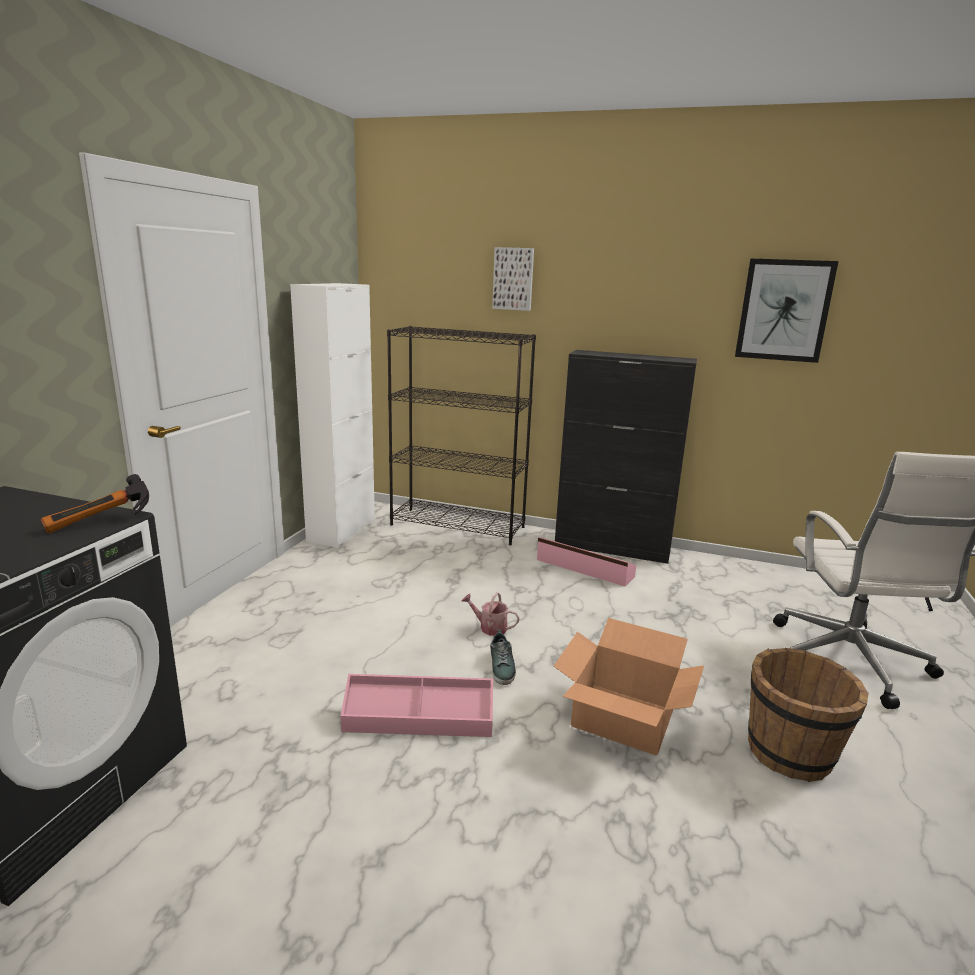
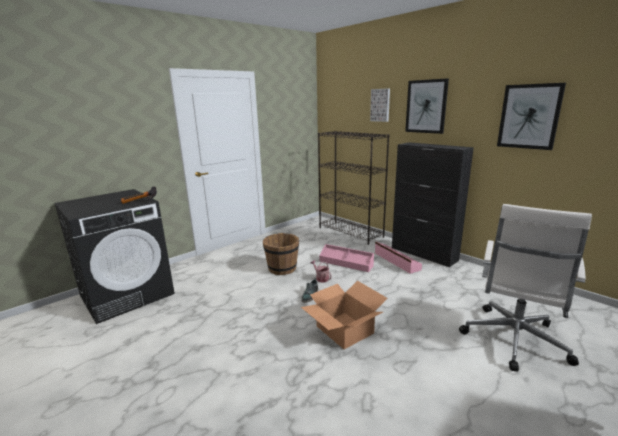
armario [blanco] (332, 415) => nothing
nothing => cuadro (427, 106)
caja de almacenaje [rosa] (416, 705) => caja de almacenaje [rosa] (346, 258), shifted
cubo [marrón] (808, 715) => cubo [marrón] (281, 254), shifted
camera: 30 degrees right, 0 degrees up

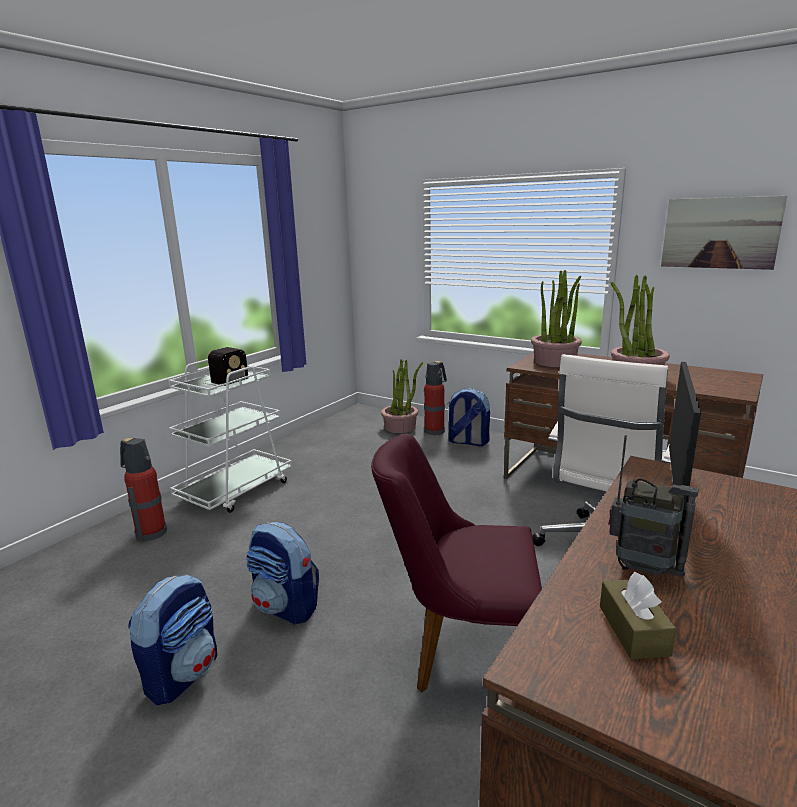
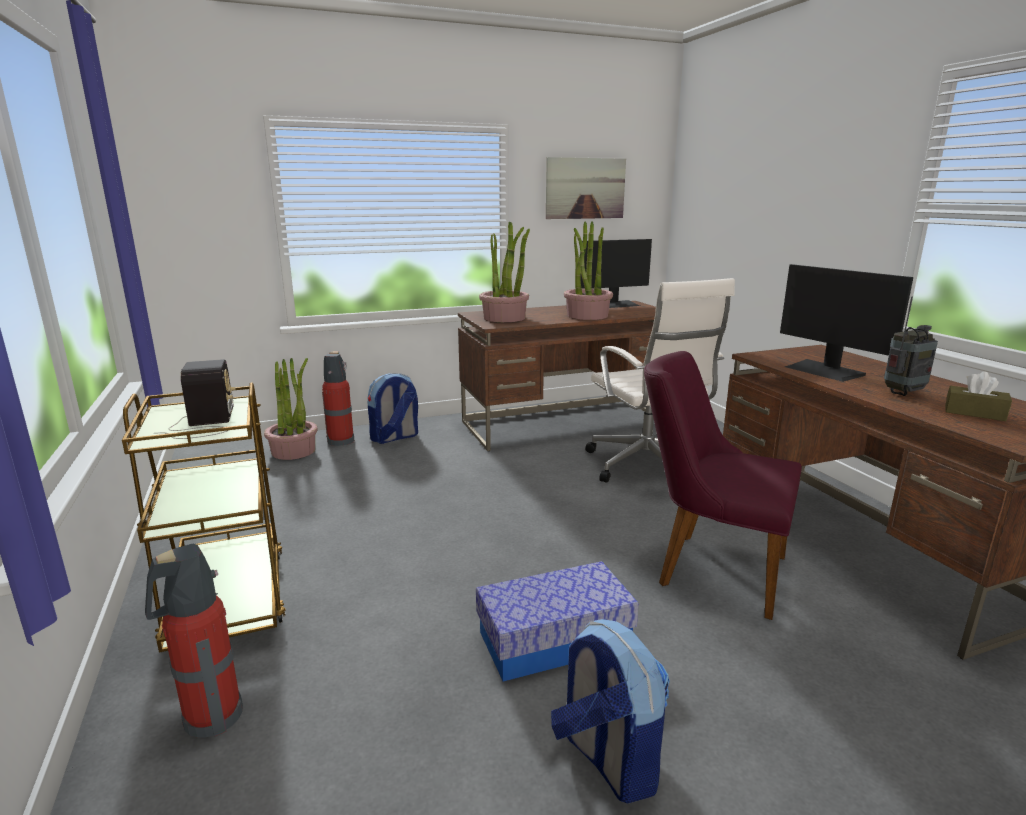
nothing => monitor (616, 273)
mochila (282, 573) => caja de almacenaje (557, 621)
carrito [blanco] (230, 436) => carrito [marrón] (204, 517)
silla [morado] (456, 563) => silla [morado] (723, 485), 75 degrees clockwise
camera: 55 degrees left, 0 degrees up

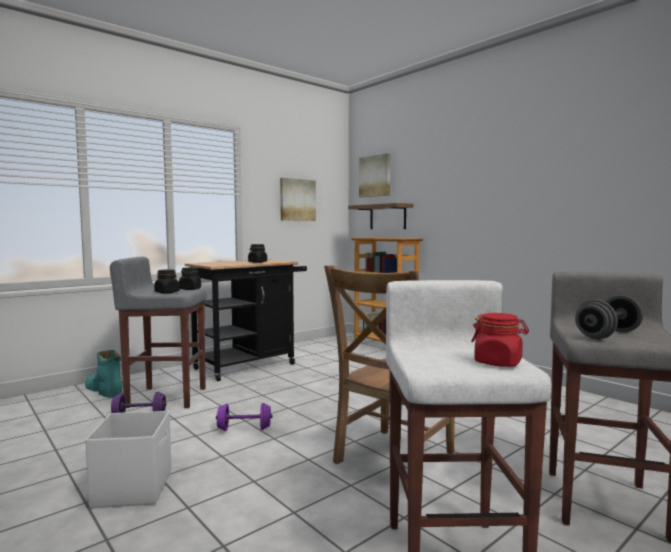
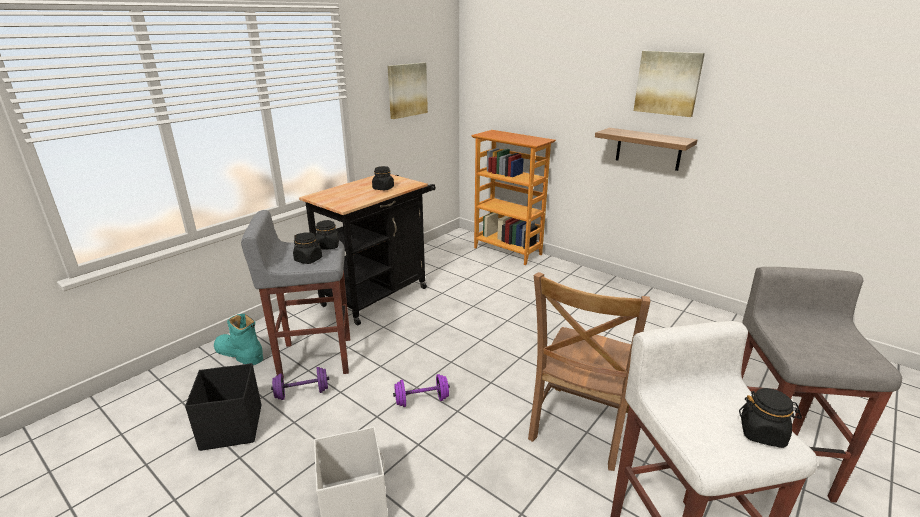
mancuerna [gris] (609, 317) => nothing
nothing => caja de almacenaje [negro] (223, 407)
estante (380, 216) => estante (646, 149), shifted
cuadro (374, 175) => cuadro (669, 84), shifted
tarro [rojo] (500, 340) => tarro [negro] (770, 418)
camera: 10 degrees left, 20 degrees up

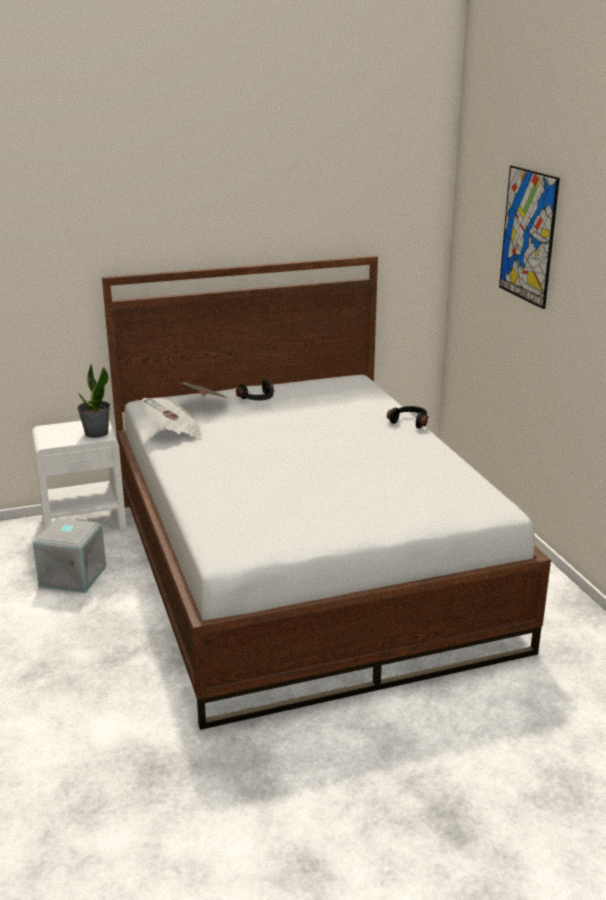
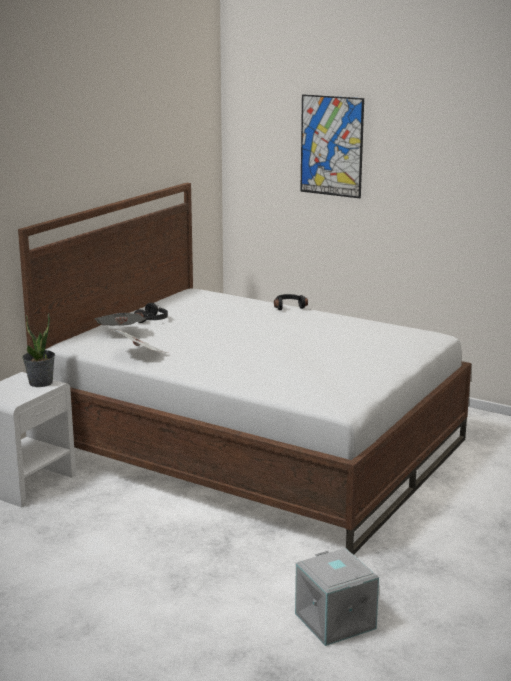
caja de almacenaje [gris] (69, 555) => caja de almacenaje [gris] (337, 597), shifted
camera: 40 degrees left, 5 degrees down

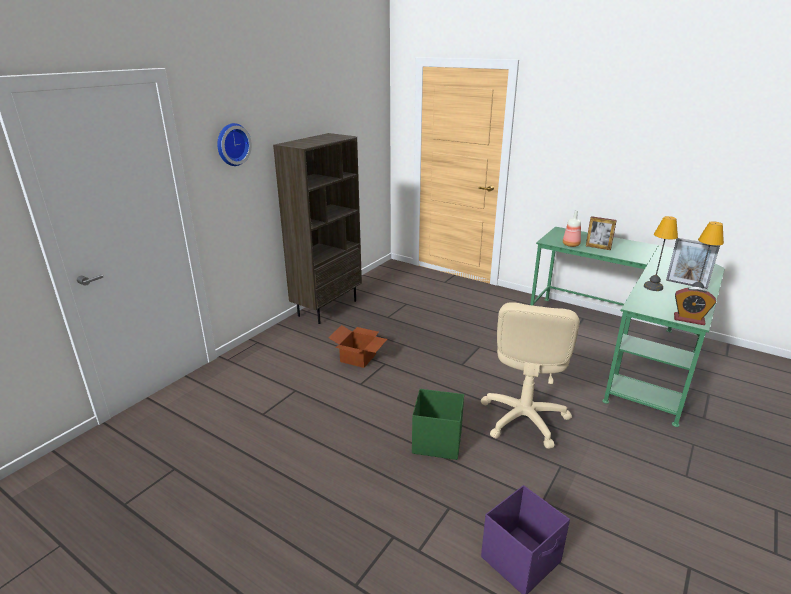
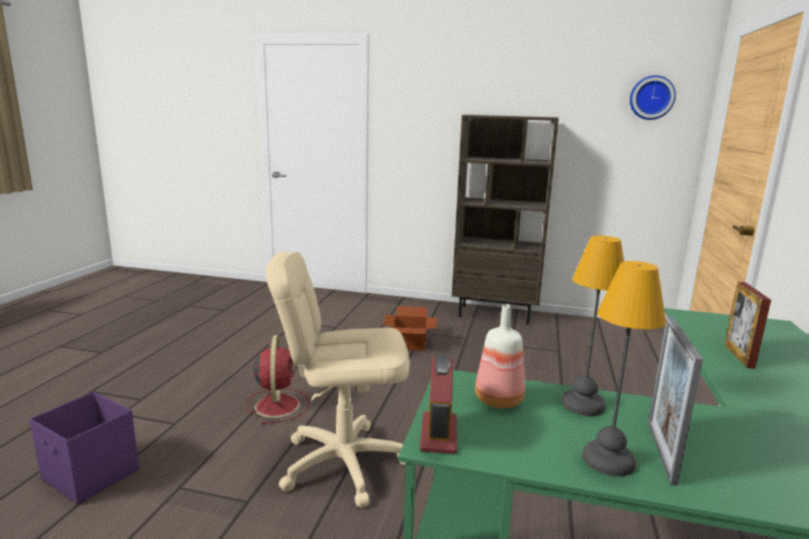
reloj de pared (234, 144) => reloj de pared (653, 97), shifted
botella (572, 228) => botella (500, 357), shifted
caja de almacenaje [verde] (438, 424) => ventilador [rojo] (277, 380)
camera: 70 degrees right, 10 degrees down

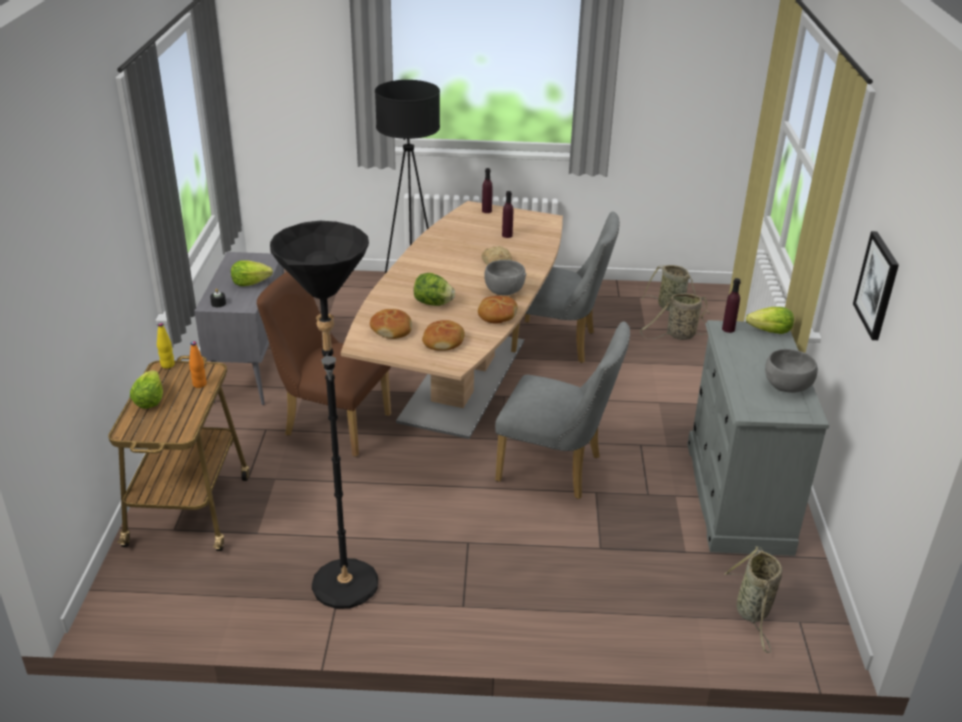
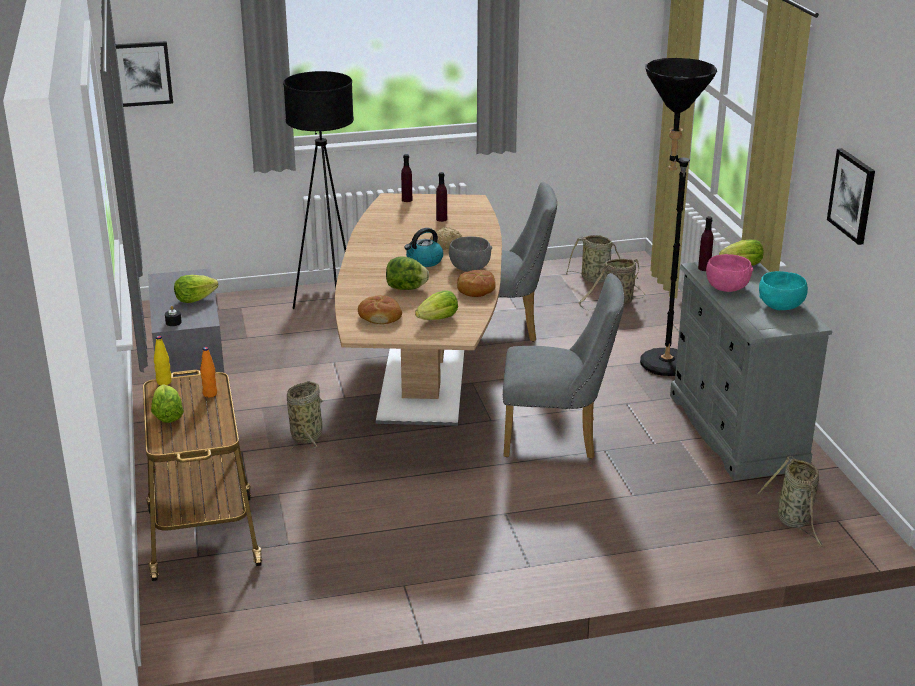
nothing => cuadro (144, 74)
nothing => hervidor (423, 247)
nothing => cuenco [rosa] (729, 273)
lámpara de pie [negro] (324, 415) => lámpara de pie [negro] (678, 217), shifted
silla [marrón] (323, 364) => cesta (304, 417)
pan (443, 335) => lechuga (436, 305)
cuenco [gris] (791, 371) => cuenco [turquesa] (783, 290)
camera: 15 degrees left, 5 degrees down

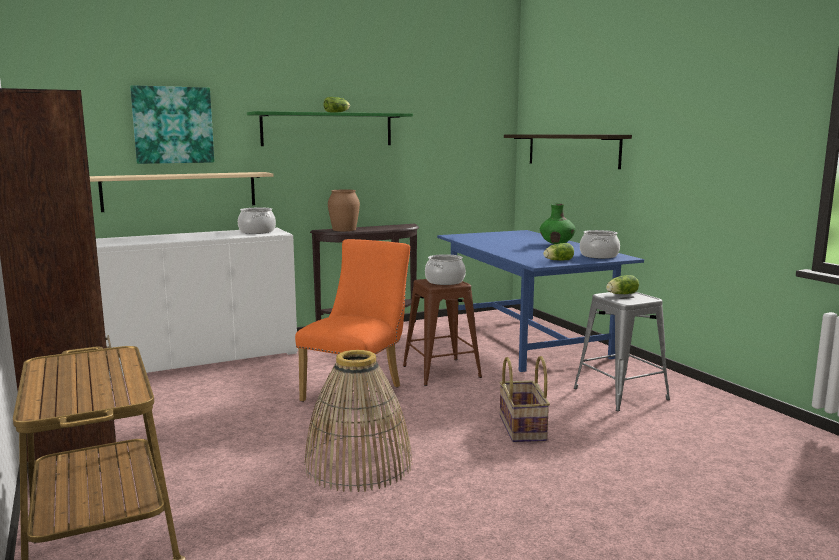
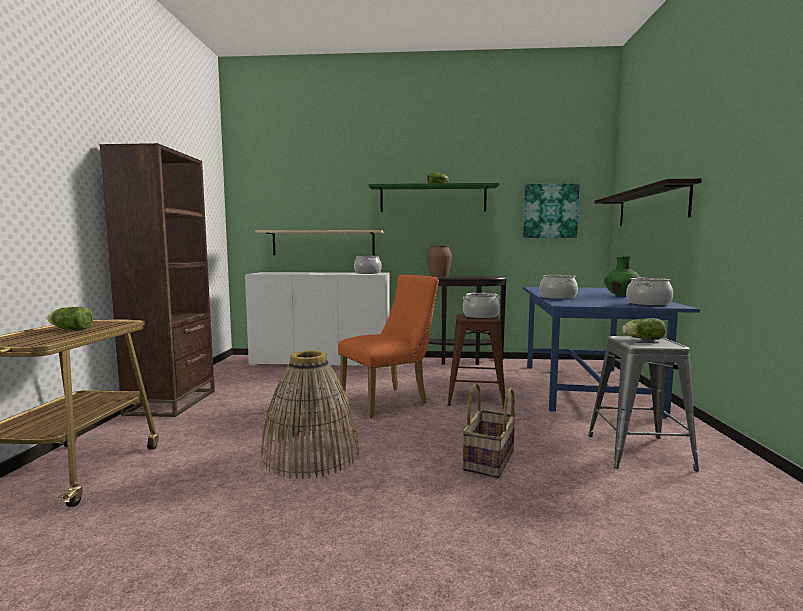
nothing => olla (558, 287)
cuadro (172, 124) => cuadro (551, 211), shifted
lechuga (558, 252) => lechuga (70, 318), shifted
camera: 30 degrees right, 5 degrees down

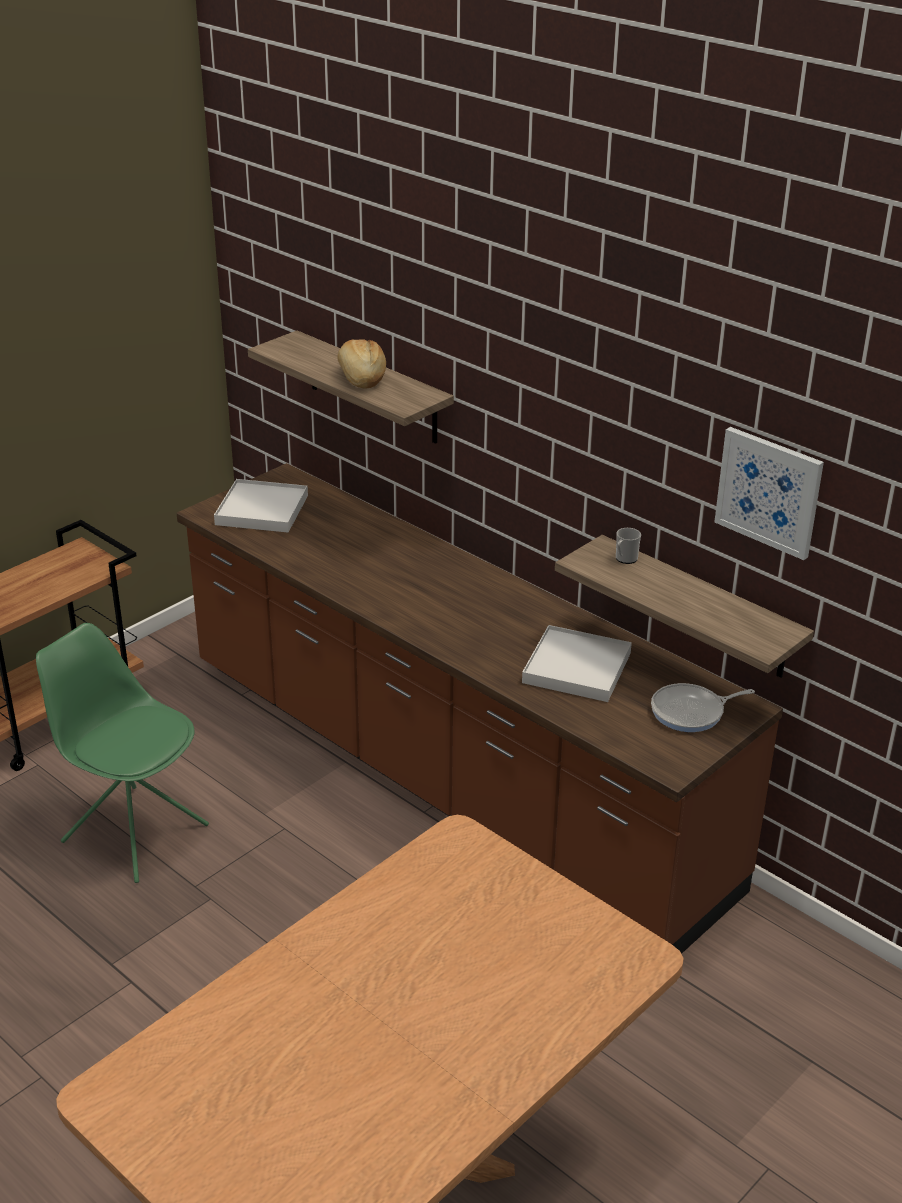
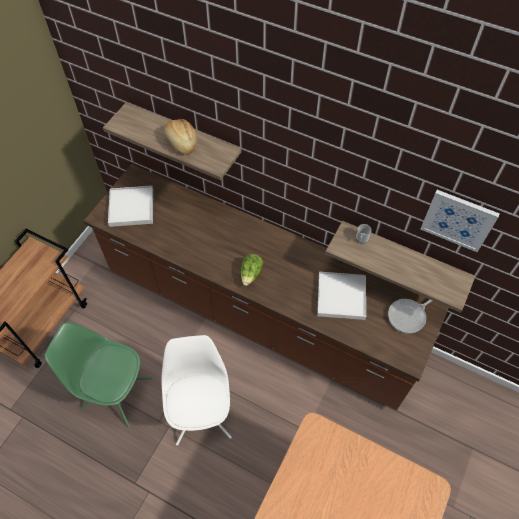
nothing => silla [blanco] (196, 390)
nothing => lechuga (251, 270)
camera: 15 degrees left, 25 degrees up

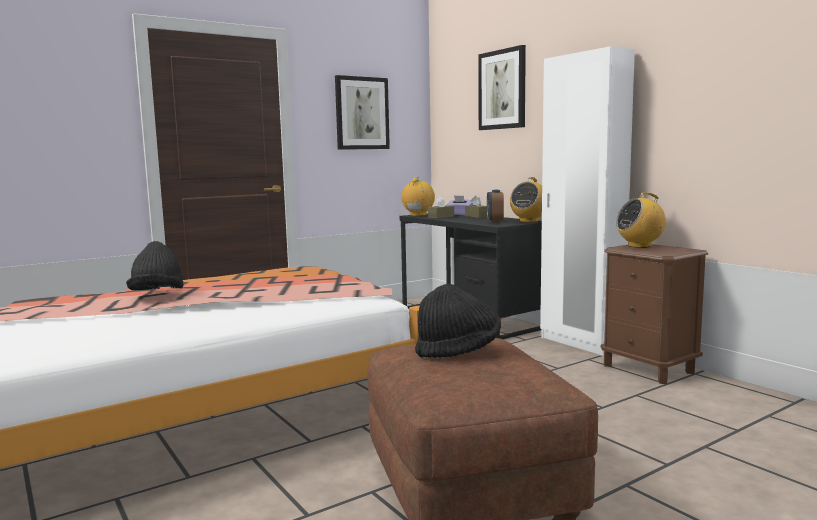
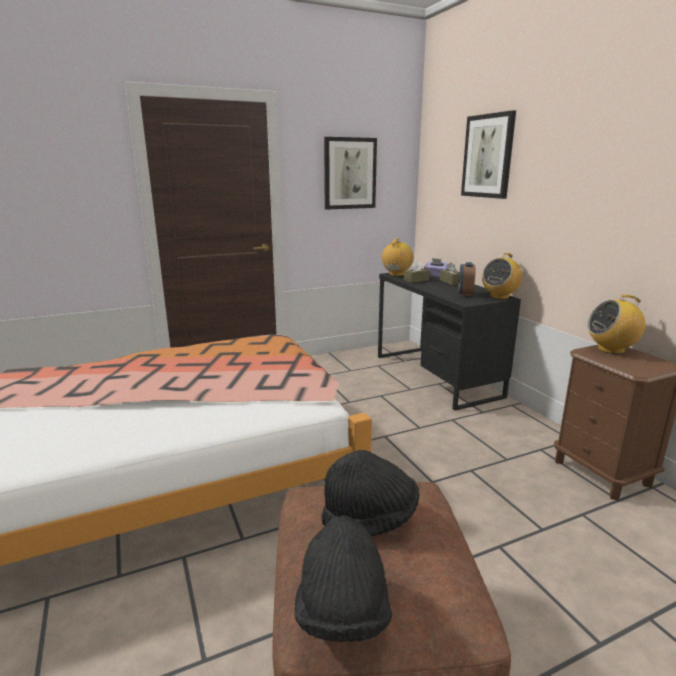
armario ropero [blanco] (587, 201) => nothing
sombrero [negro] (154, 265) => sombrero [negro] (343, 578), shifted
camera: 10 degrees right, 10 degrees up

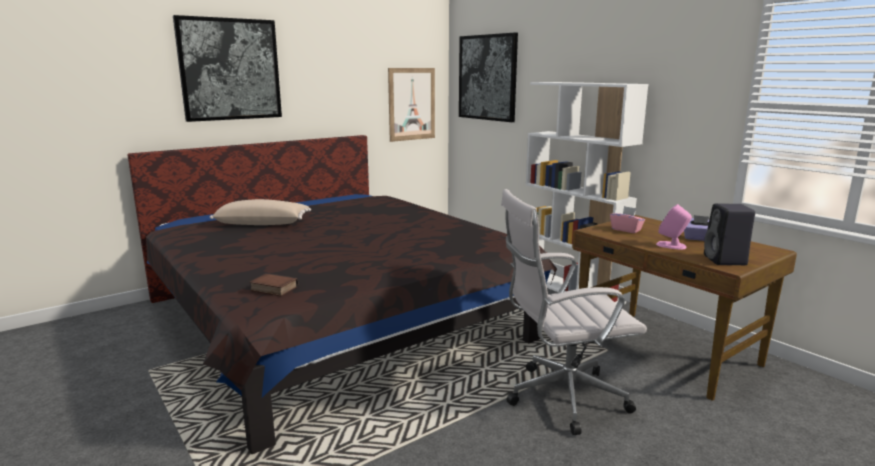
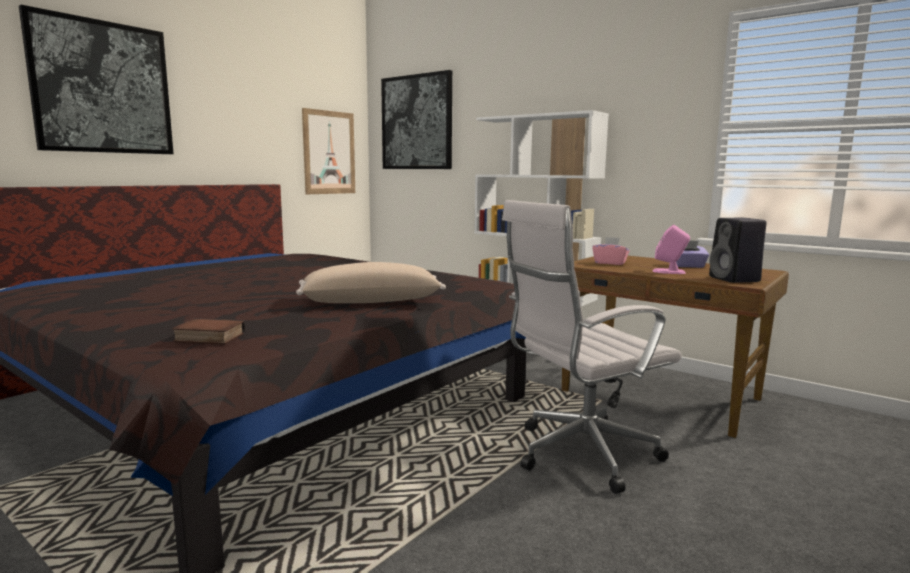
cojín [beis] (260, 212) => cojín [beis] (371, 282), shifted
camera: 15 degrees left, 5 degrees down

